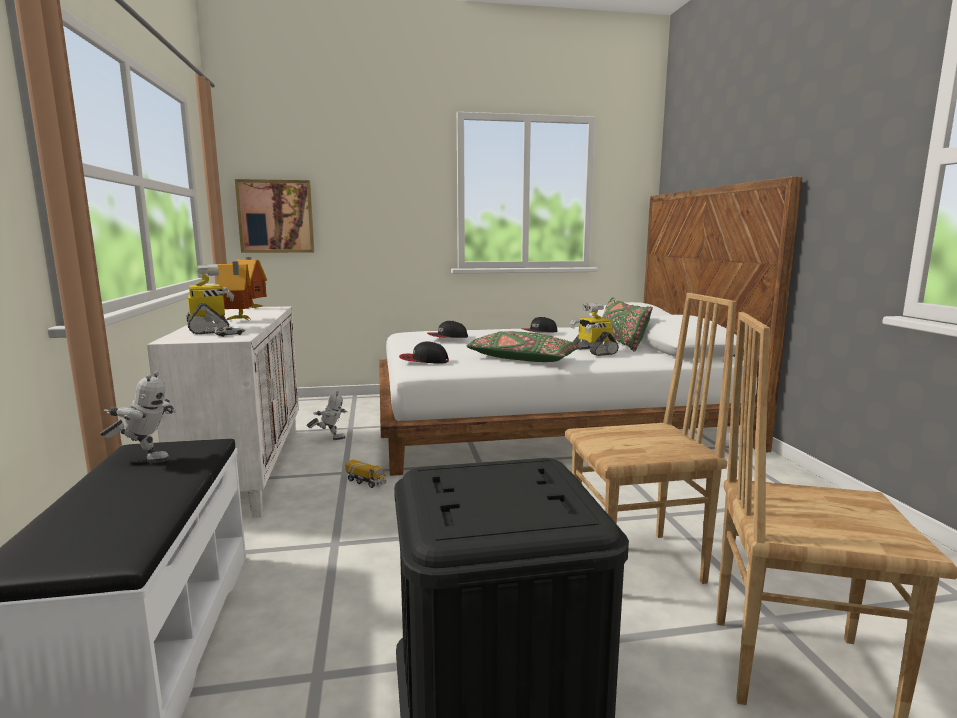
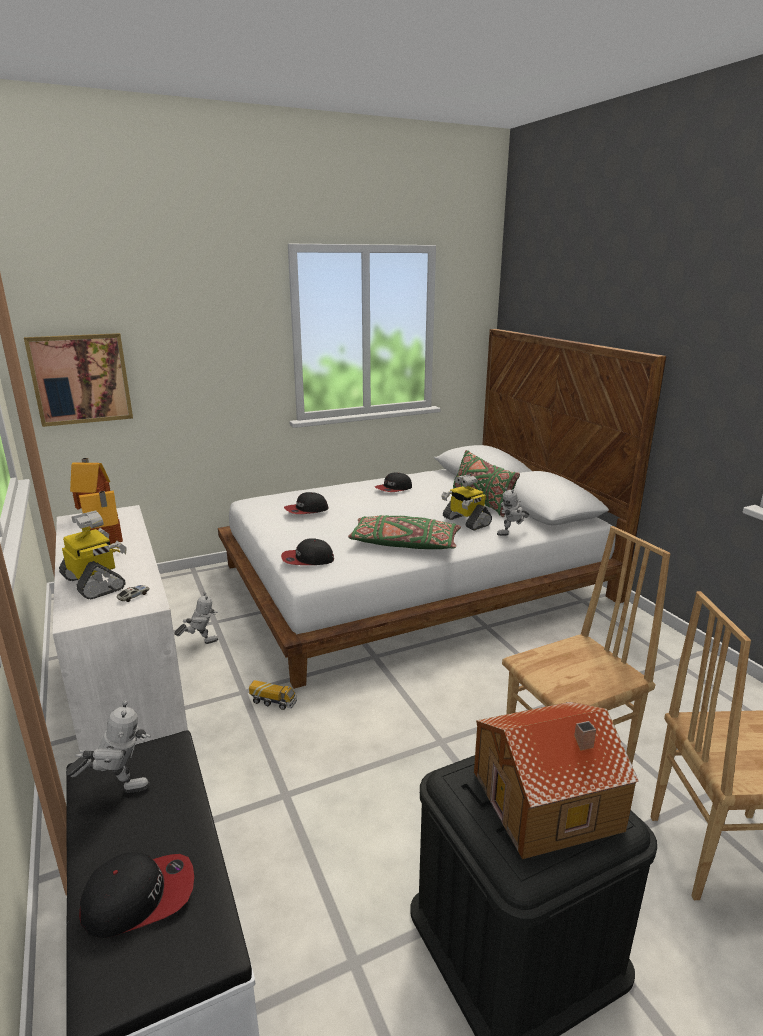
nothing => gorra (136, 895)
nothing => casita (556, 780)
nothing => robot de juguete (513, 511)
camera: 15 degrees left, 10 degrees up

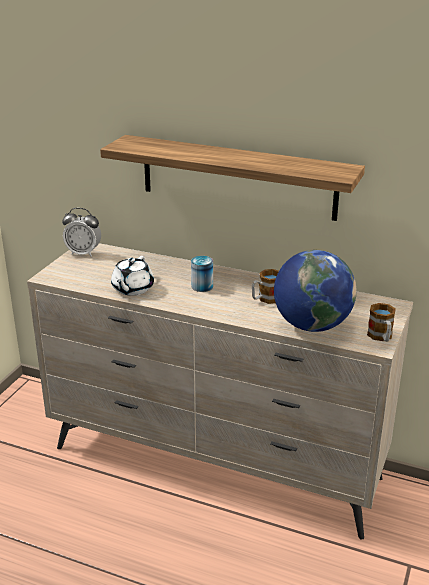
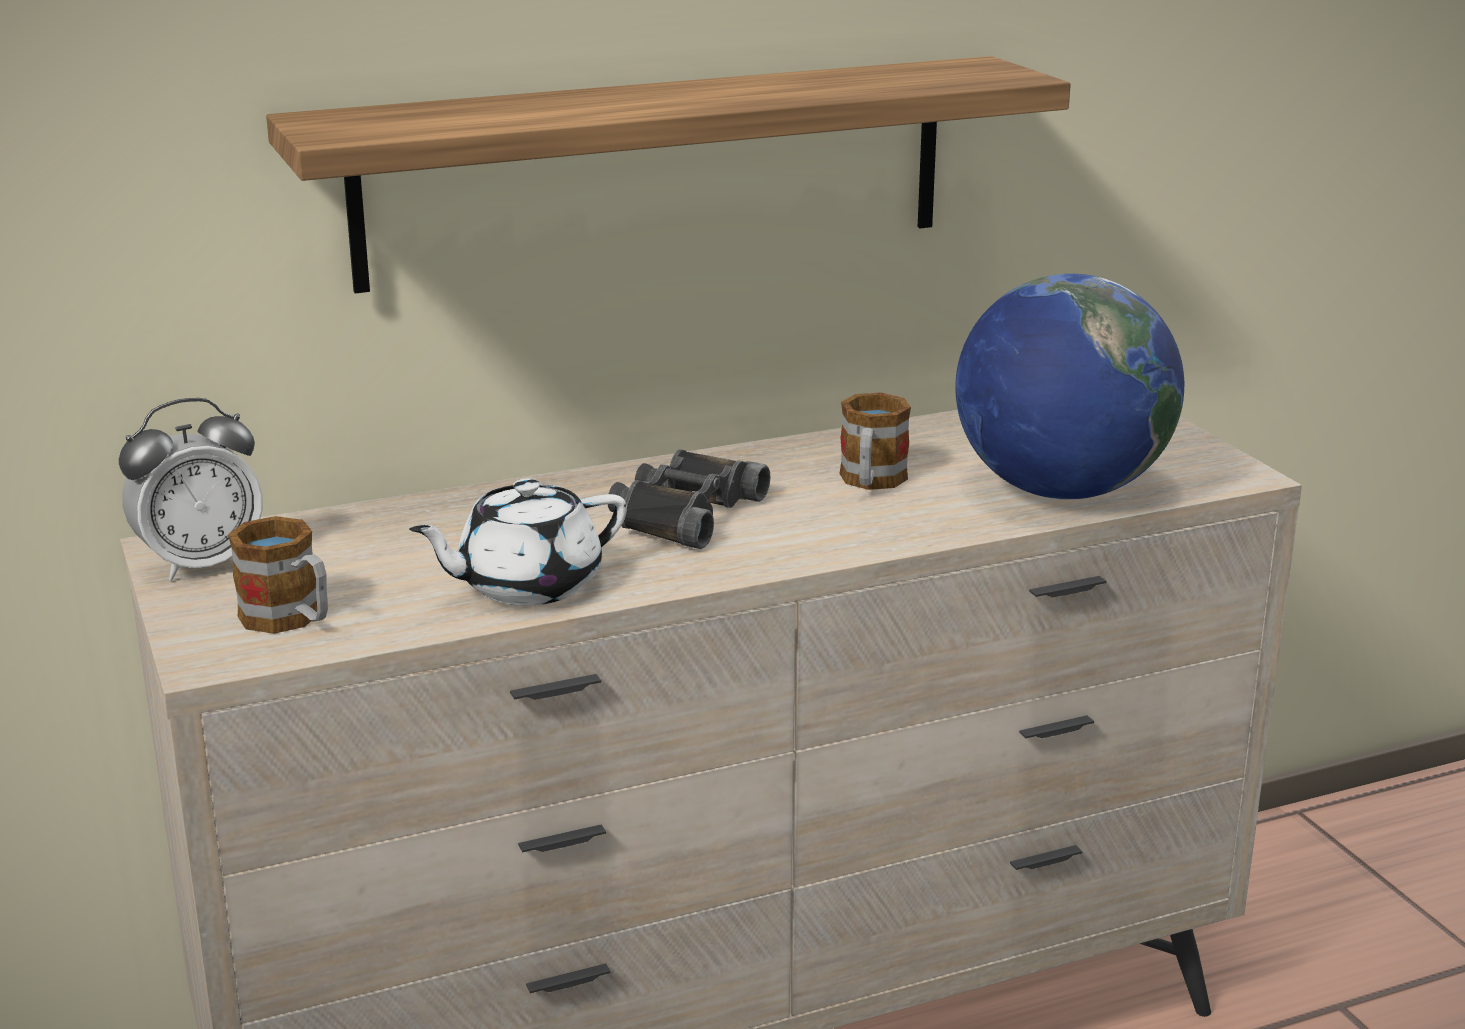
taza grande (381, 322) => taza grande (278, 575), shifted
lata (202, 274) => prismáticos [negro] (689, 499)
tetera [blanco] (132, 275) => tetera [blanco] (518, 542), 90 degrees clockwise
camera: 45 degrees left, 5 degrees down

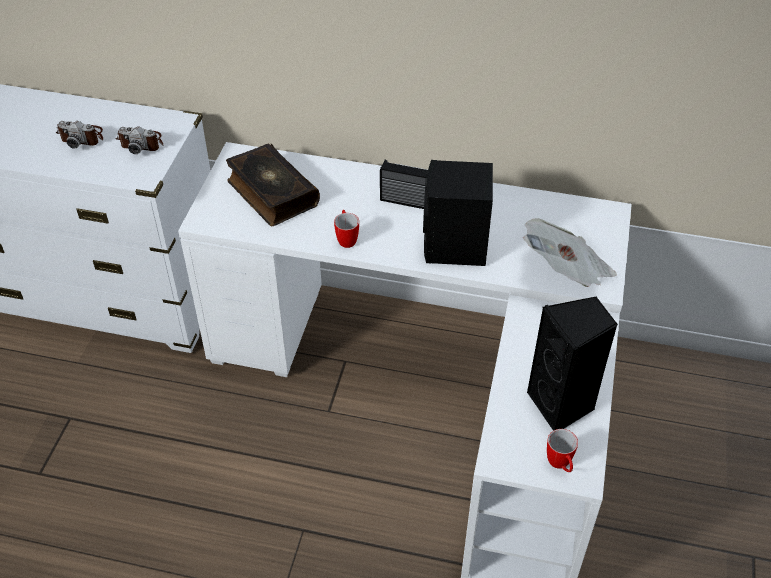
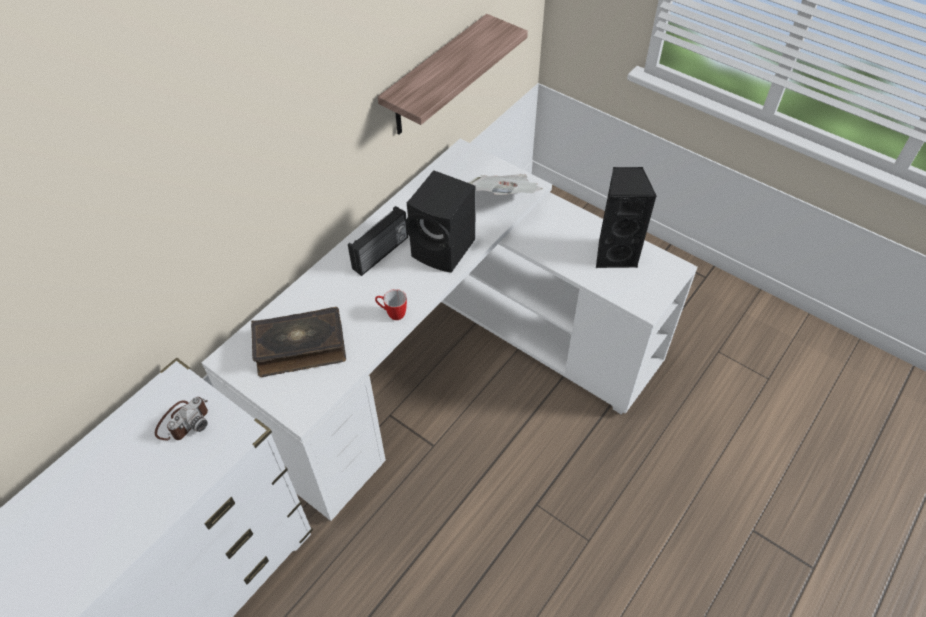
cámara (79, 135) => nothing
taza grande (562, 450) => nothing
nothing => estante (453, 74)
camera: 65 degrees left, 5 degrees up

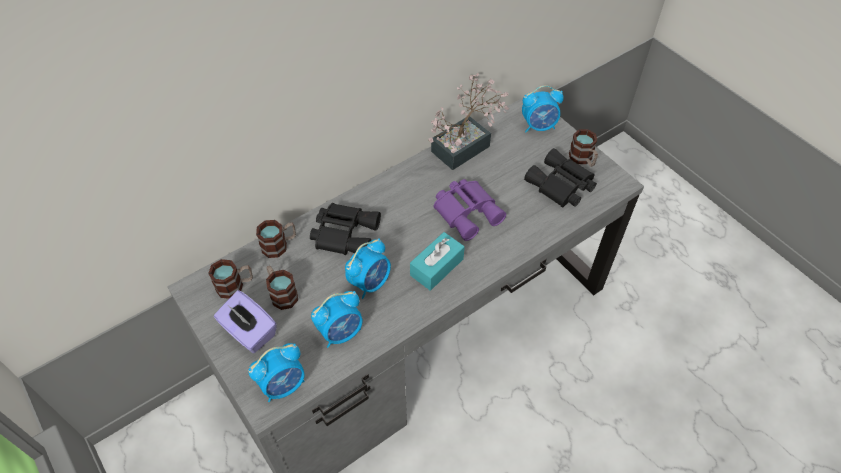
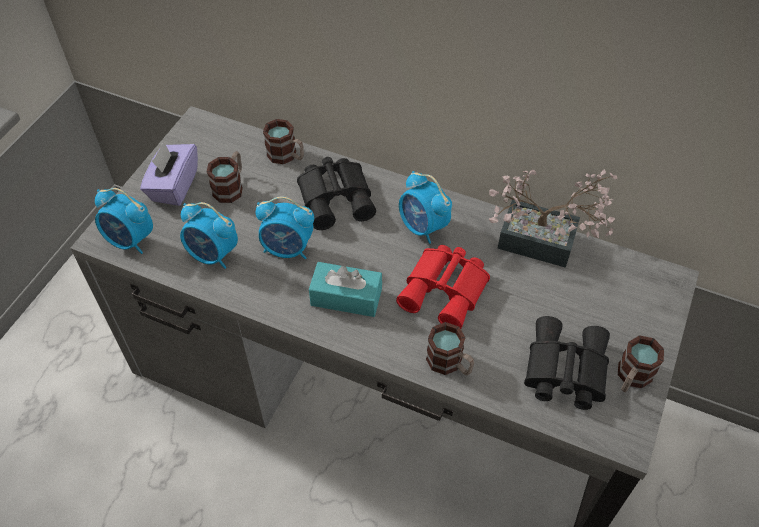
taza grande (230, 279) => taza grande (450, 348), shifted
despertador (543, 109) => despertador (425, 207), shifted
prismáticos [morado] (470, 210) => prismáticos [rojo] (443, 287)
camera: 60 degrees right, 0 degrees up

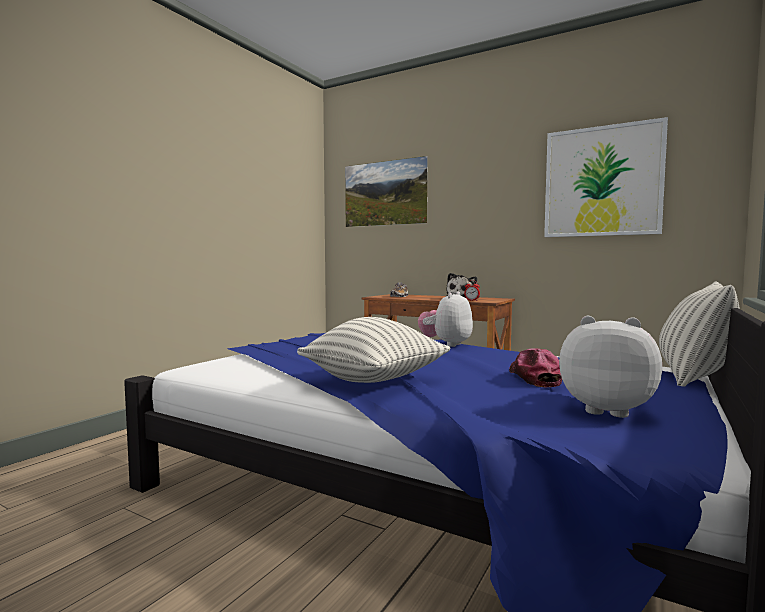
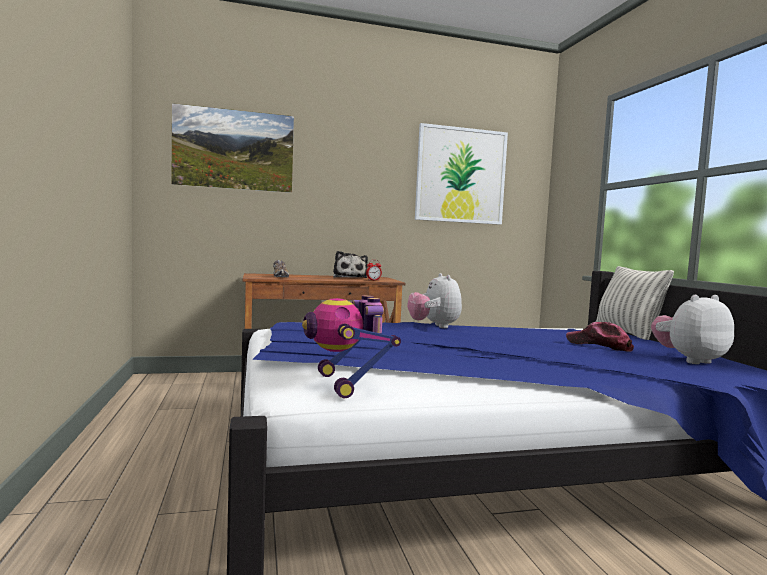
cojín (373, 350) => nothing
nothing => robot de juguete (351, 346)
camera: 45 degrees left, 0 degrees up

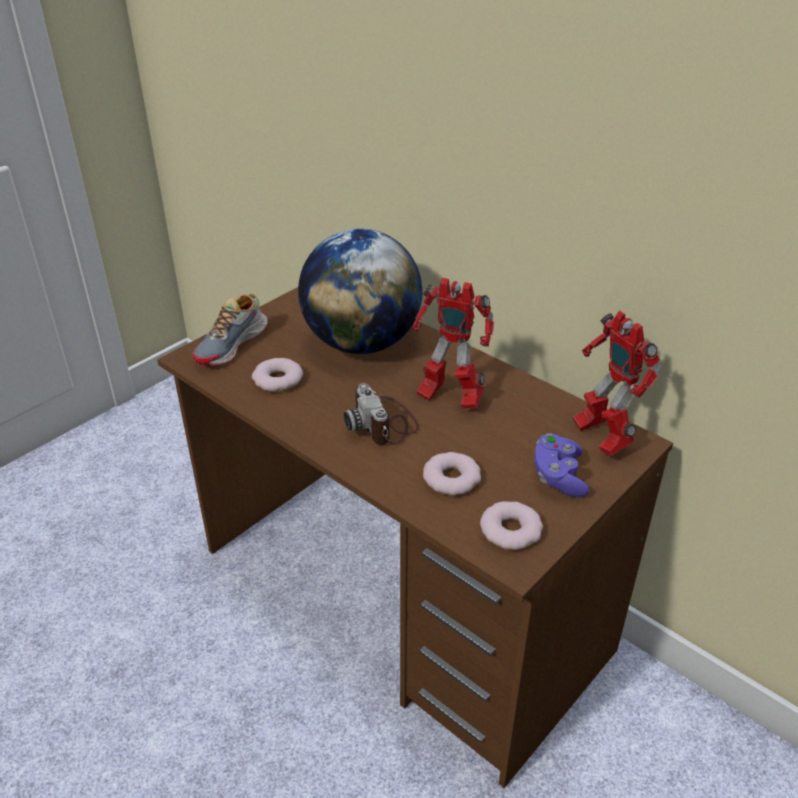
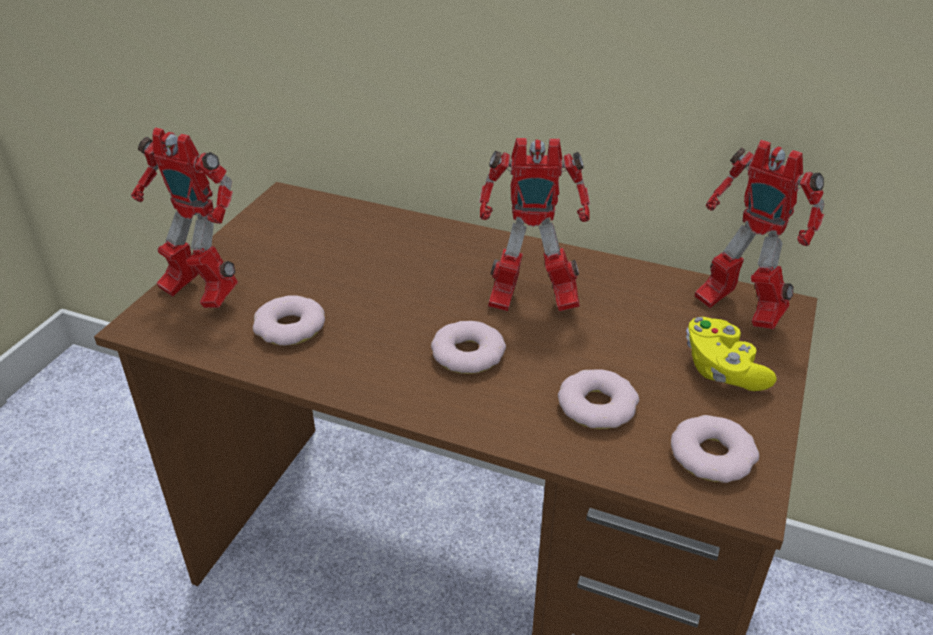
globo terráqueo (360, 291) => nothing
zapato (230, 330) => robot de juguete (184, 217)
cámara (381, 414) => rosquilla (468, 347)
mando de consola [morado] (562, 465) => mando de consola [amarillo] (731, 354)
camera: 20 degrees left, 0 degrees up

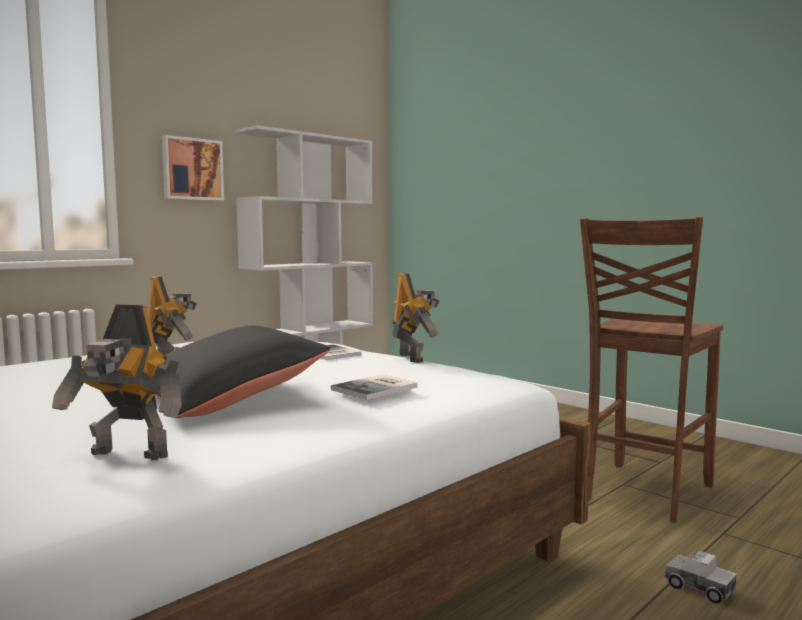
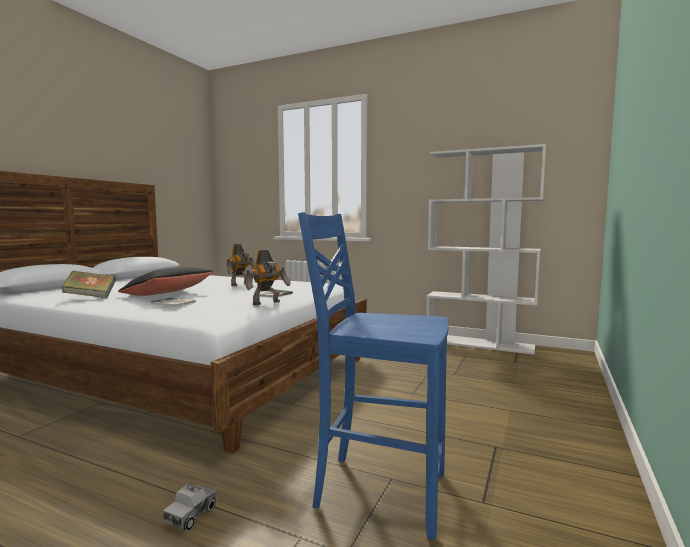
cuadro (193, 168) => nothing
robot de juguete (117, 382) => libro (88, 284)
silla [marrón] (652, 369) => silla [azul] (373, 376)
camera: 70 degrees right, 0 degrees up

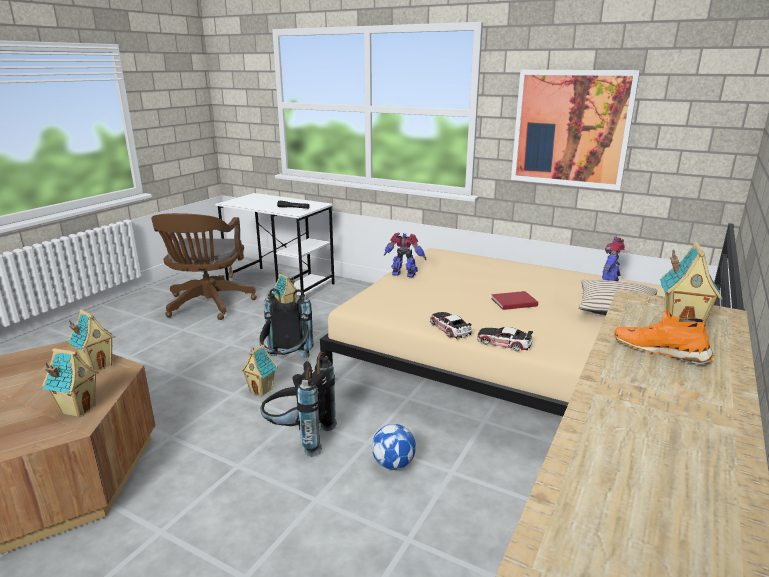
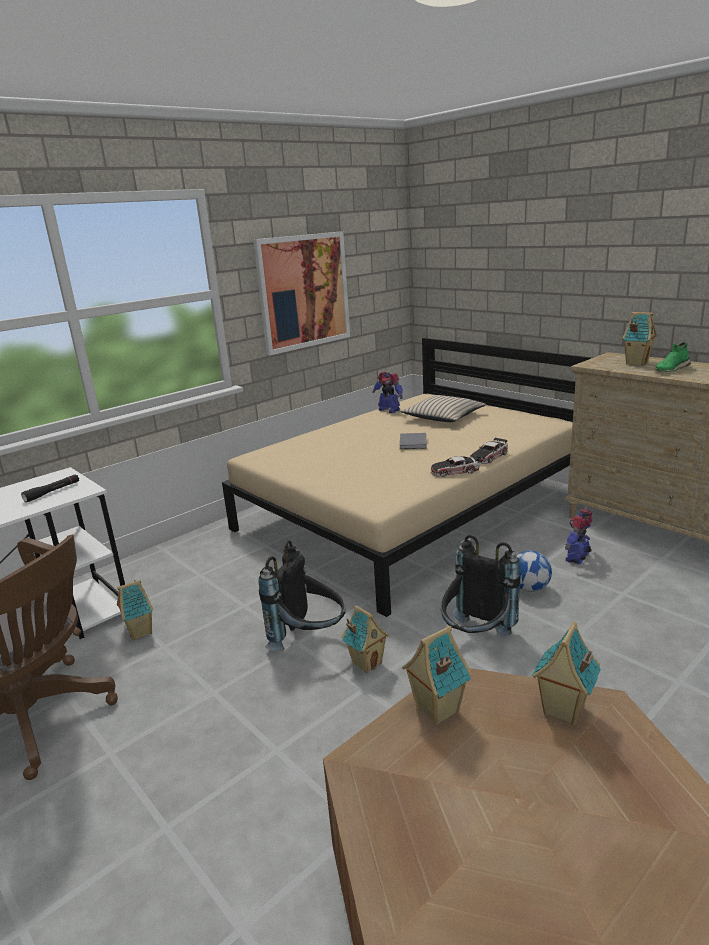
robot de juguete (405, 254) => robot de juguete (579, 536), shifted
libro [rojo] (514, 300) => libro [gris] (413, 441)
zapato [naranja] (664, 337) => zapato [verde] (672, 357)
camera: 70 degrees left, 0 degrees up

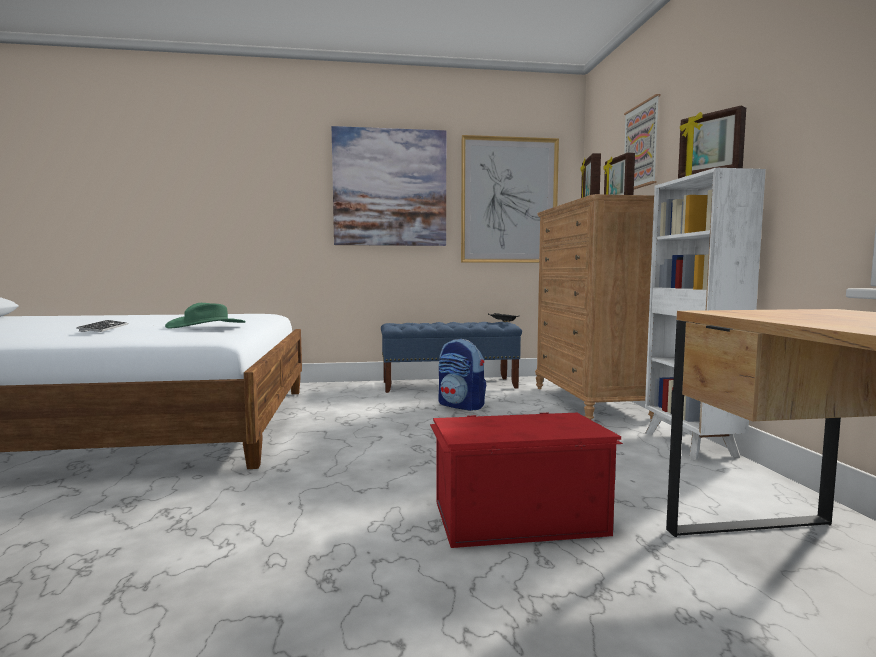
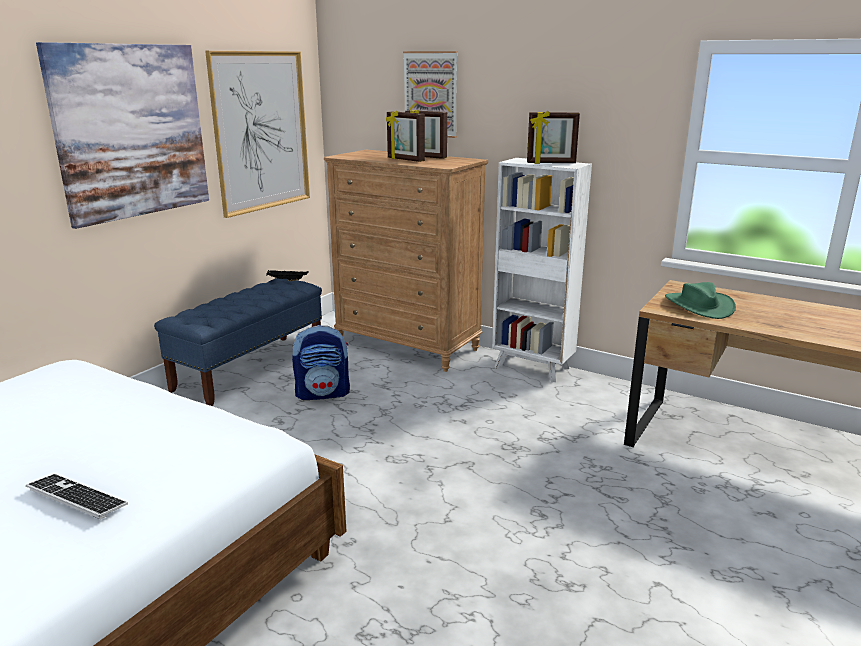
caja de almacenaje [rojo] (526, 480) => nothing
sombrero [verde] (205, 316) => sombrero [verde] (700, 300), shifted
camera: 50 degrees left, 15 degrees up

